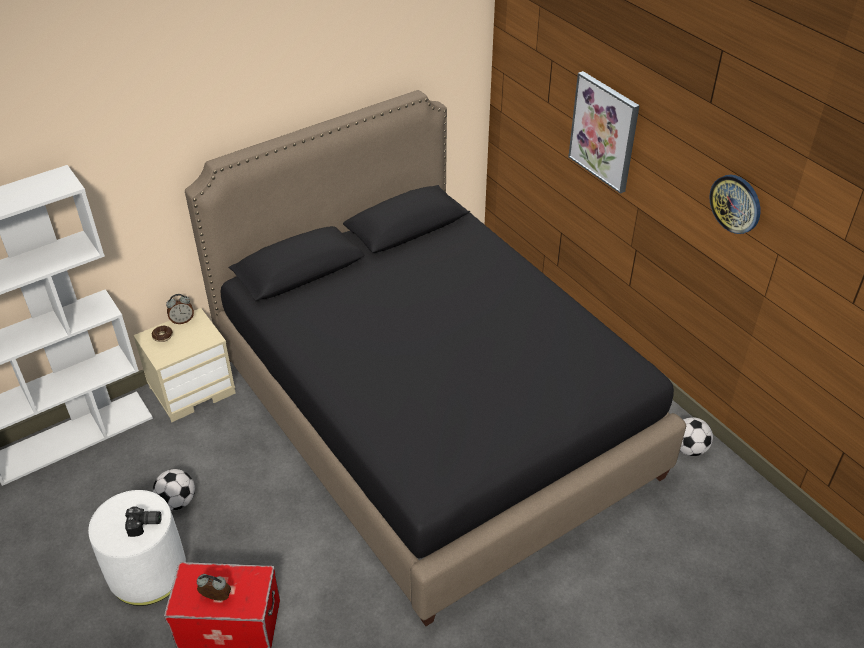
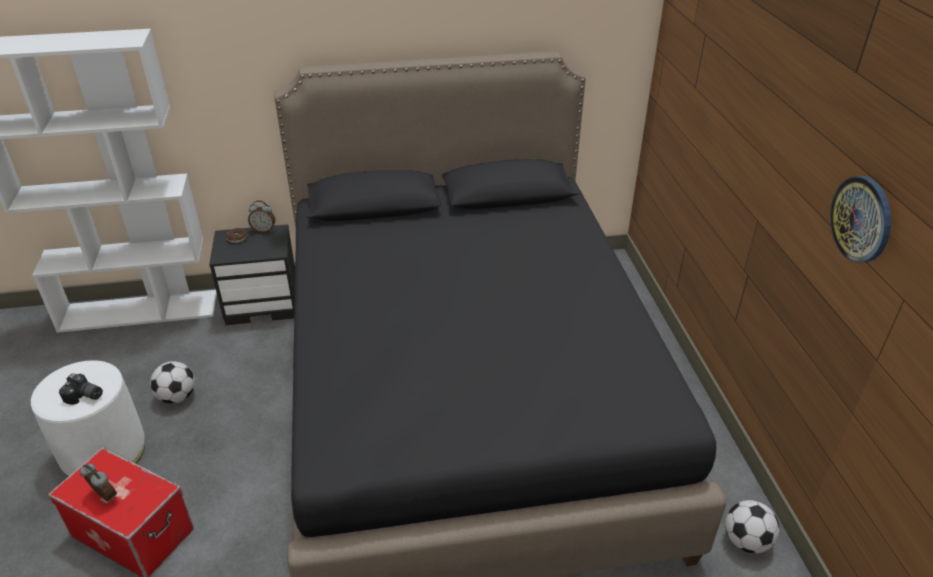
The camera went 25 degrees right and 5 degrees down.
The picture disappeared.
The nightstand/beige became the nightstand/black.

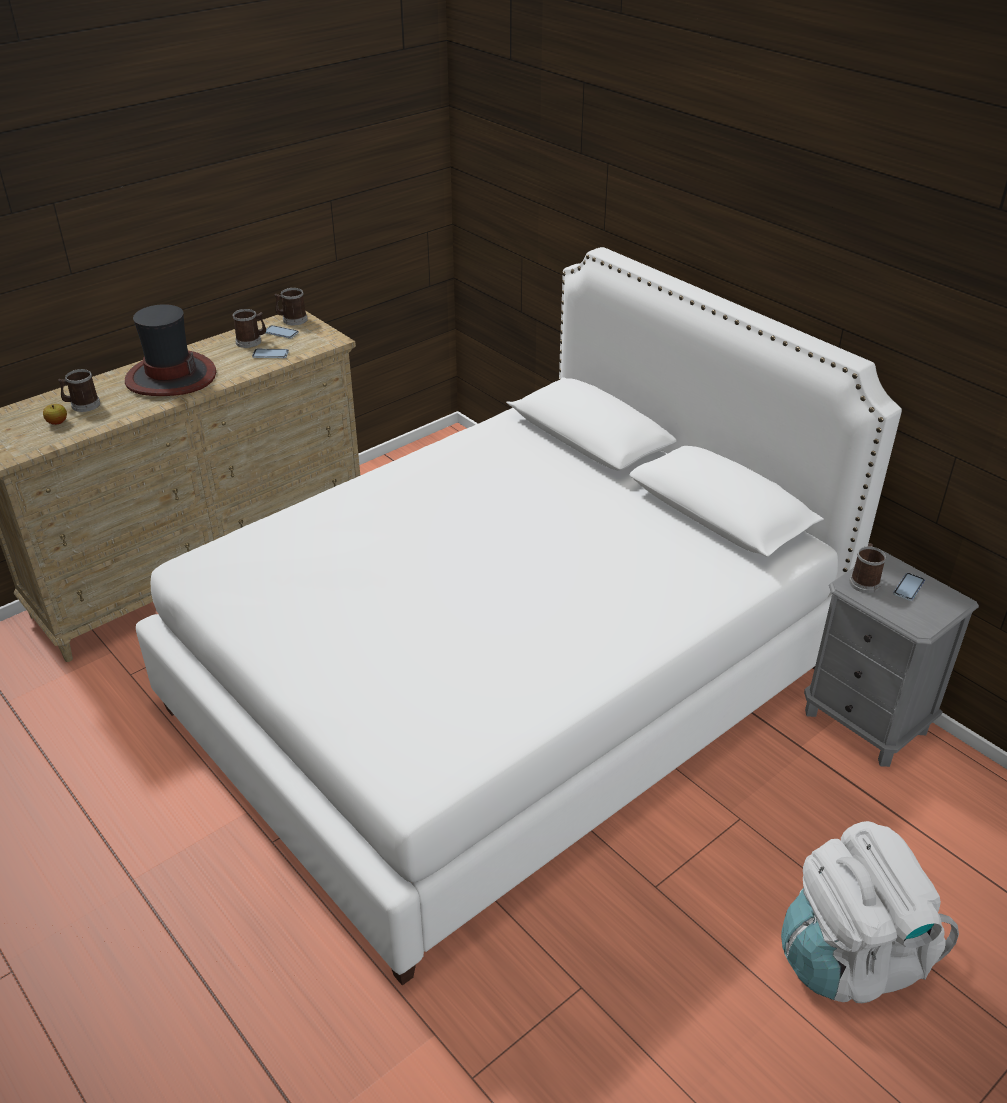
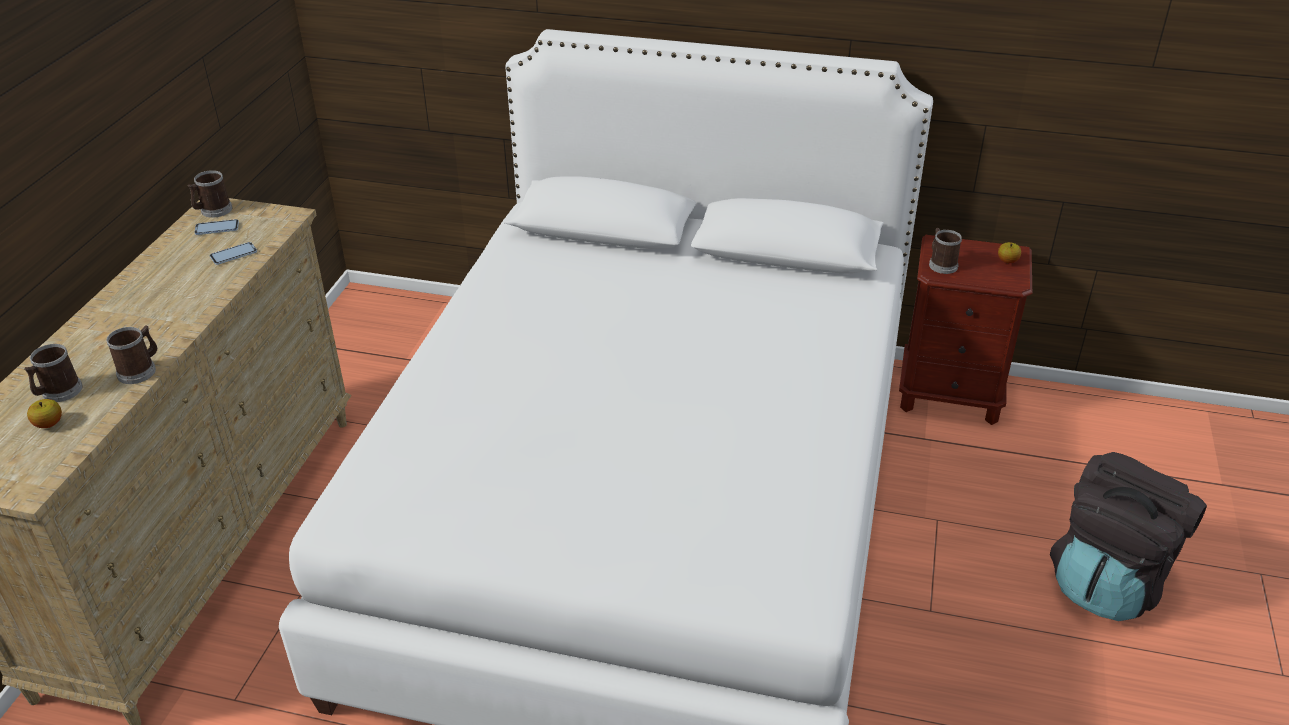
The camera went 35 degrees left and 0 degrees up.
The hat disappeared.
The phone (no. 3 from left) disappeared.
The apple (no. 2 from left) appeared.
The mug (no. 2 from left) moved.
The backpack/white became the backpack/black.
The nightstand/grey became the nightstand/brown.

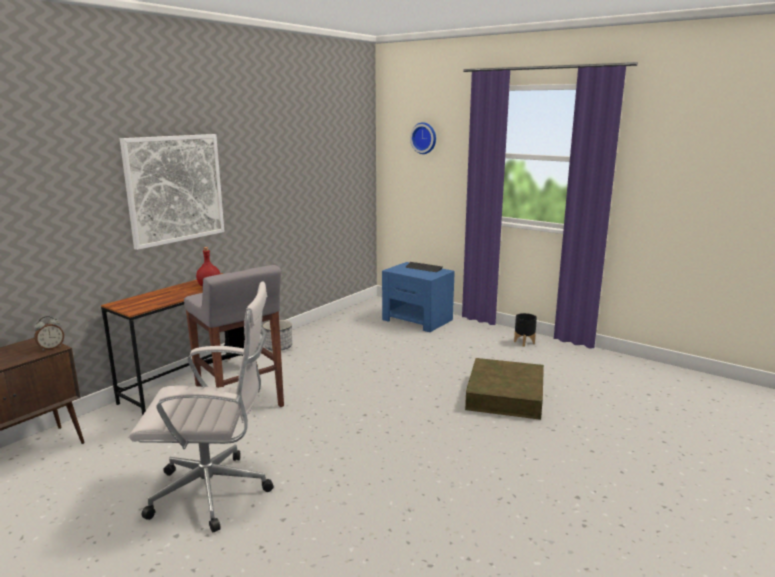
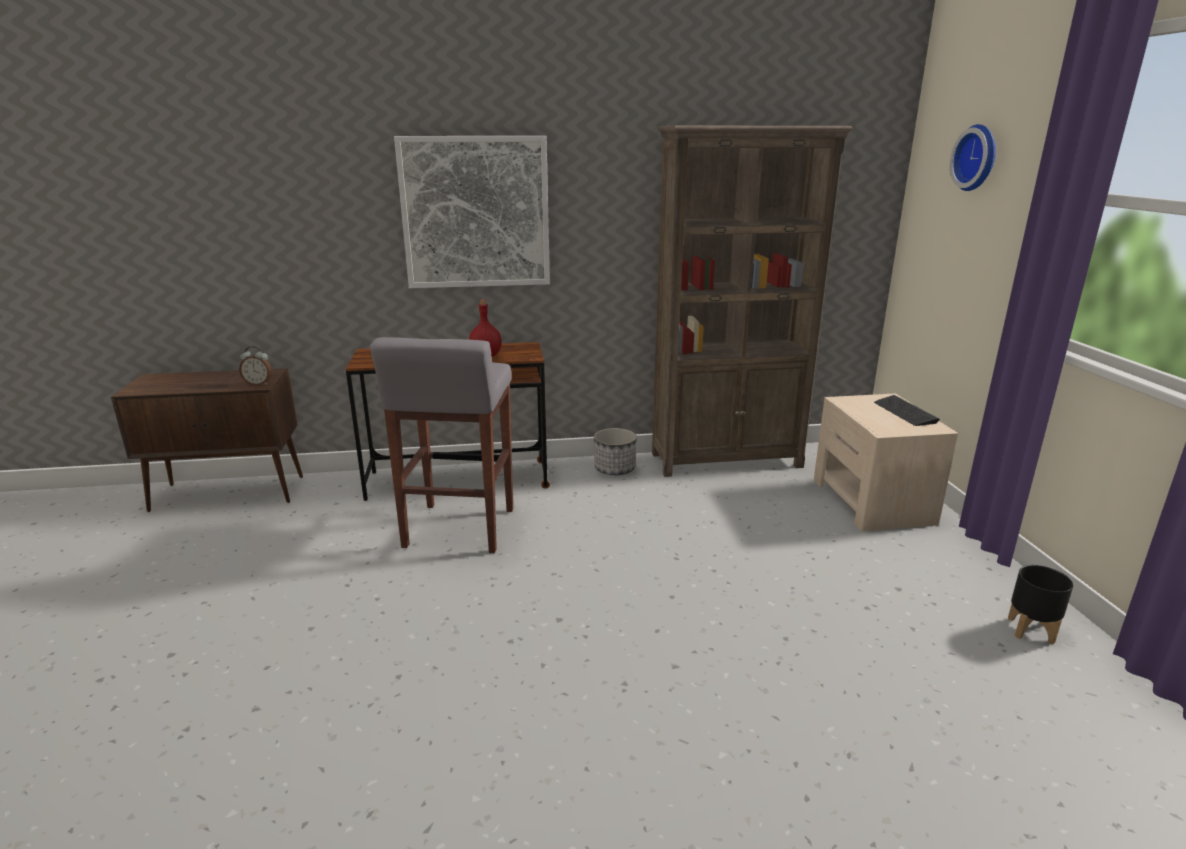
The camera went 45 degrees right and 5 degrees up.
The office chair/white disappeared.
The storage box/brown disappeared.
The bookcase/brown appeared.
The nightstand/blue became the nightstand/beige.

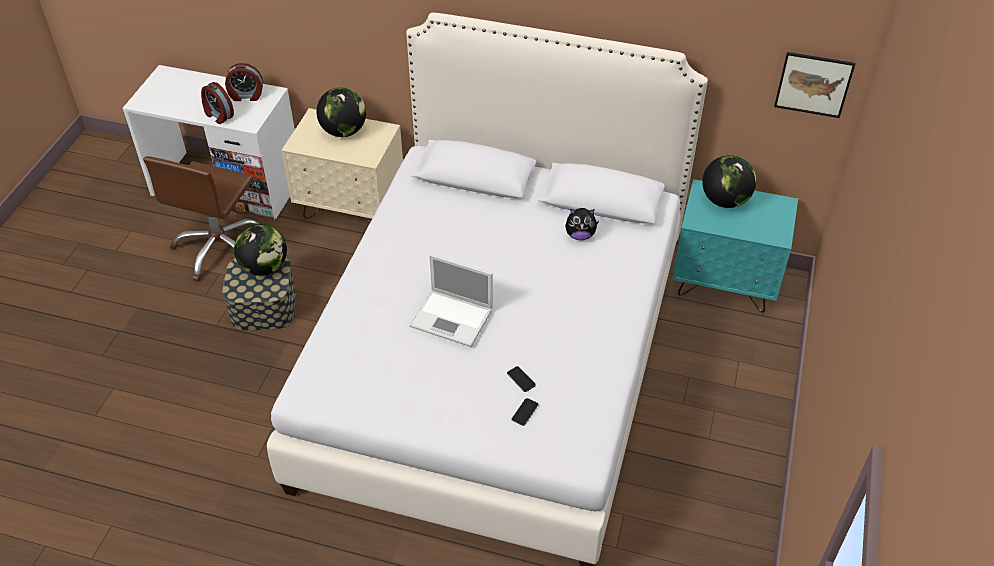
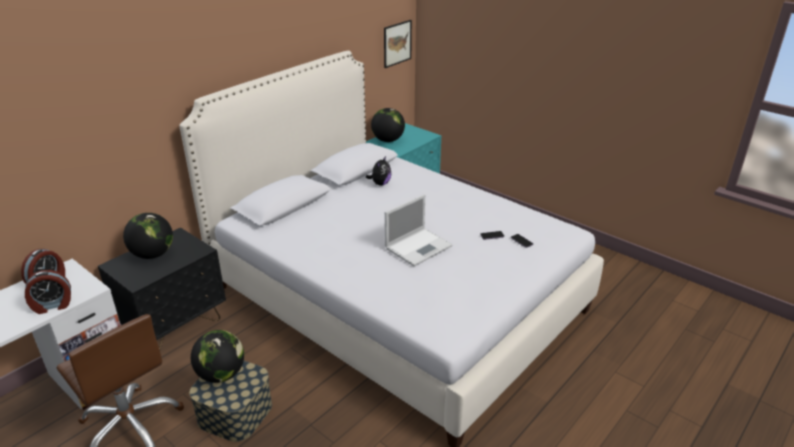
The camera went 65 degrees left and 15 degrees down.
The nightstand/beige became the nightstand/black.

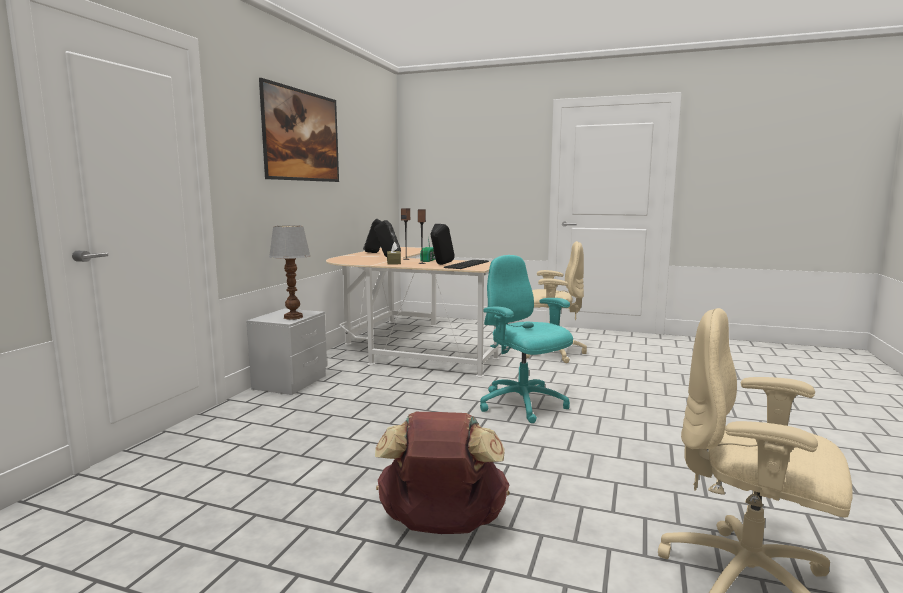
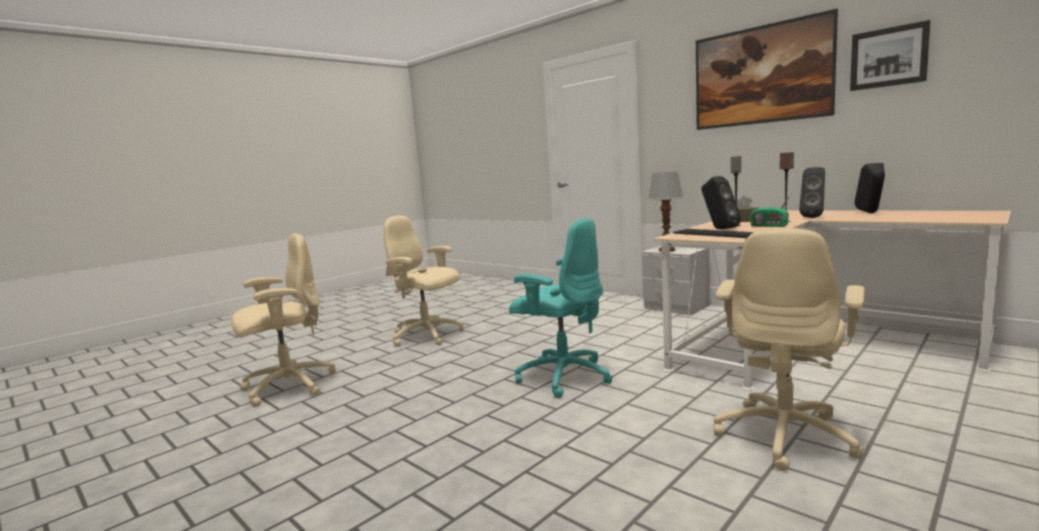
The camera went 115 degrees right and 0 degrees up.
The picture (no. 2 from left) appeared.
The backpack/brown was replaced by the office chair/beige (no. 2 from left).
The office chair/turquoise turned 45 degrees clockwise.

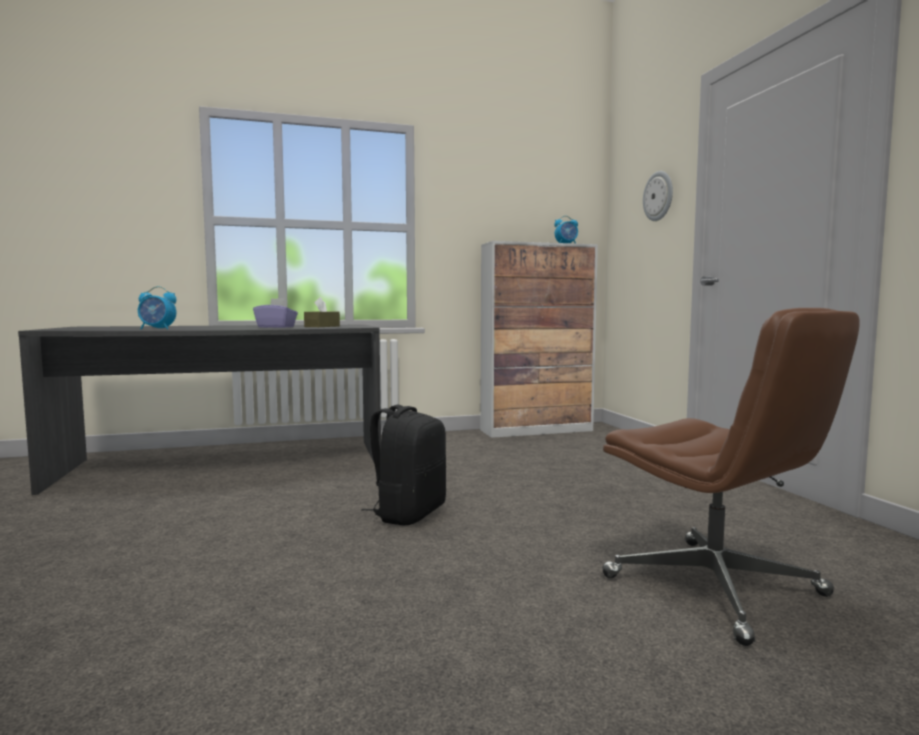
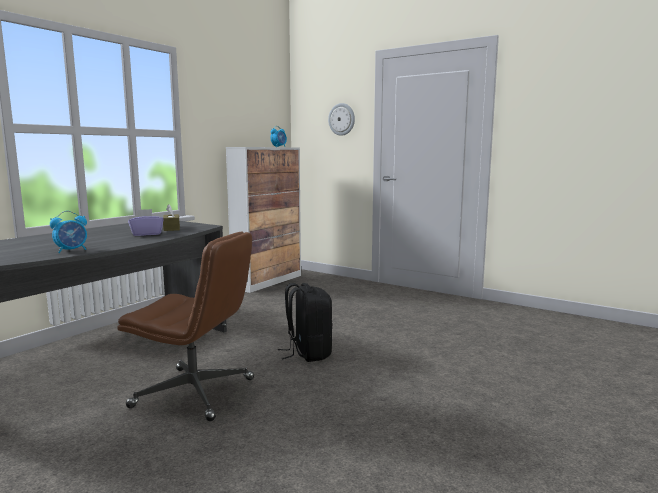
The camera went 40 degrees left and 5 degrees up.
The office chair/brown moved.

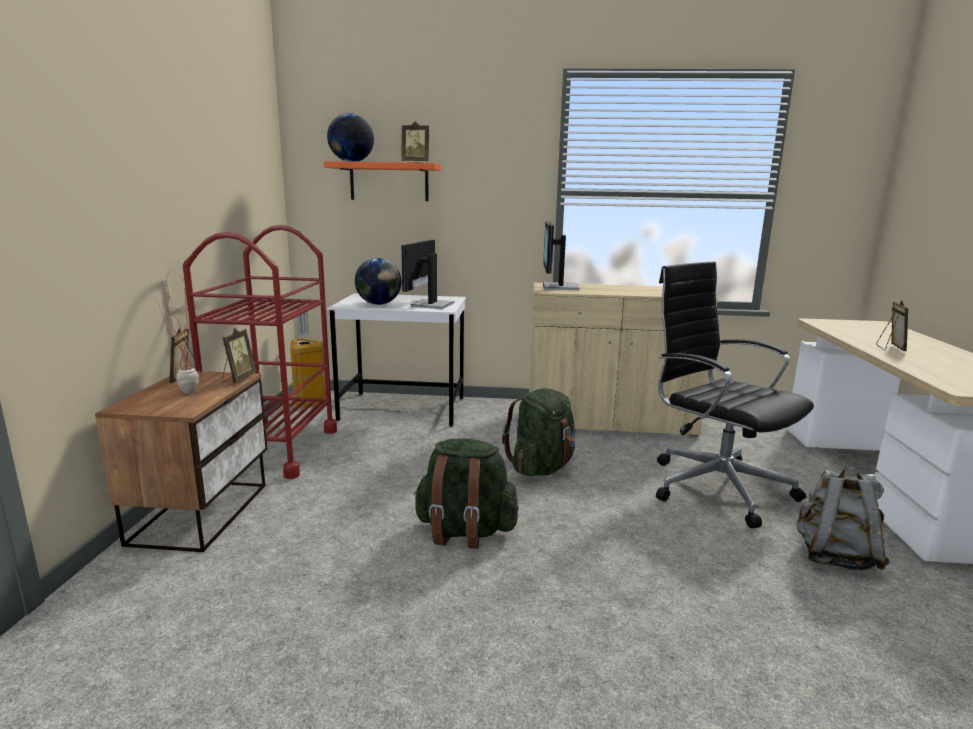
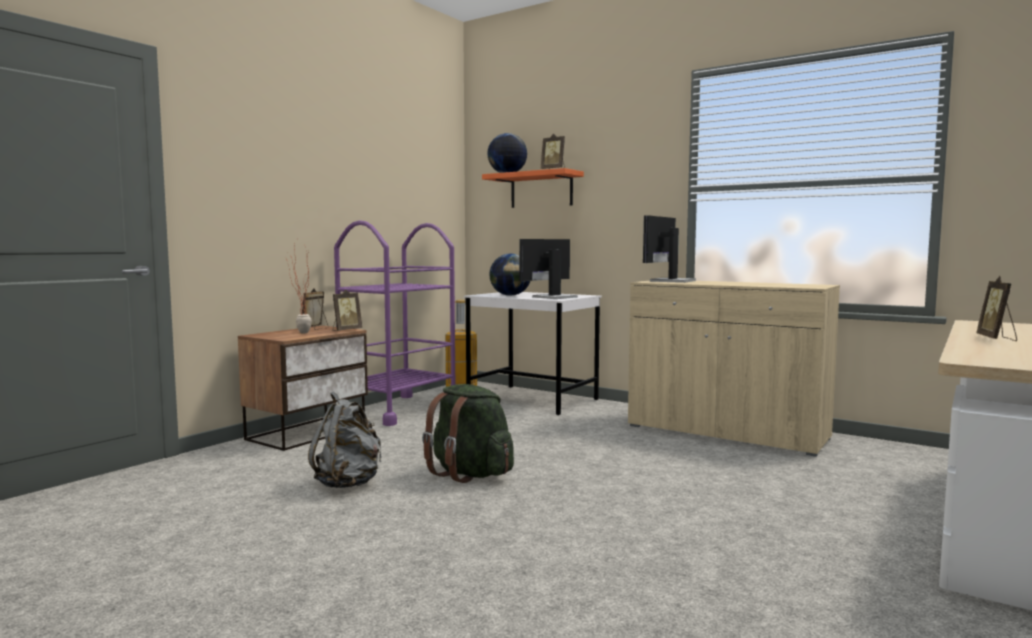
The camera went 30 degrees right and 10 degrees down.
The backpack/green (no. 2 from left) disappeared.
The office chair/black disappeared.
The backpack/grey moved.
The cart/red became the cart/purple.
The picture frame (no. 4 from left) turned 150 degrees clockwise.

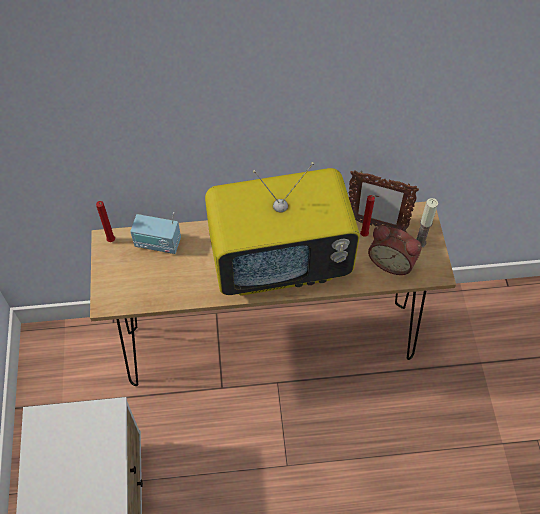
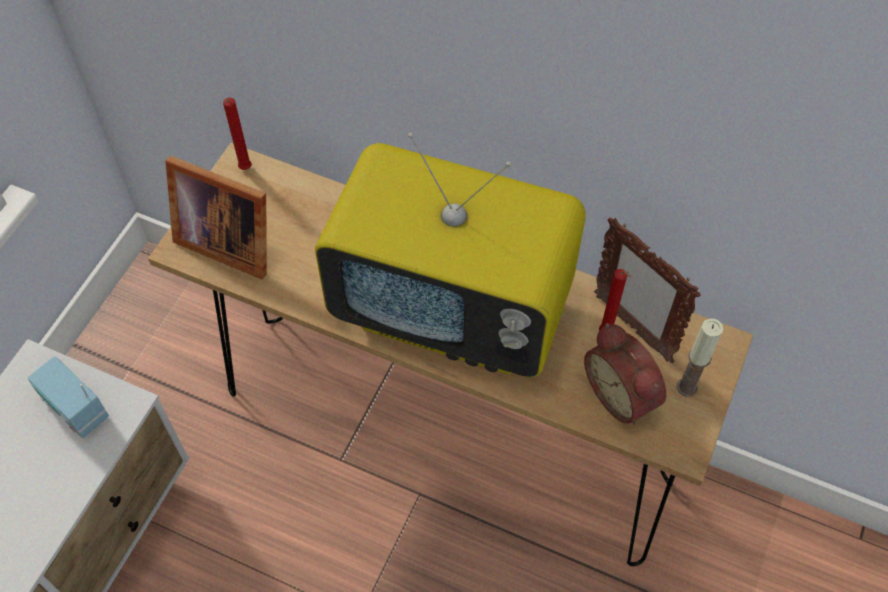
The camera went 30 degrees right and 0 degrees up.
The picture frame (no. 1 from left) appeared.
The radio moved.

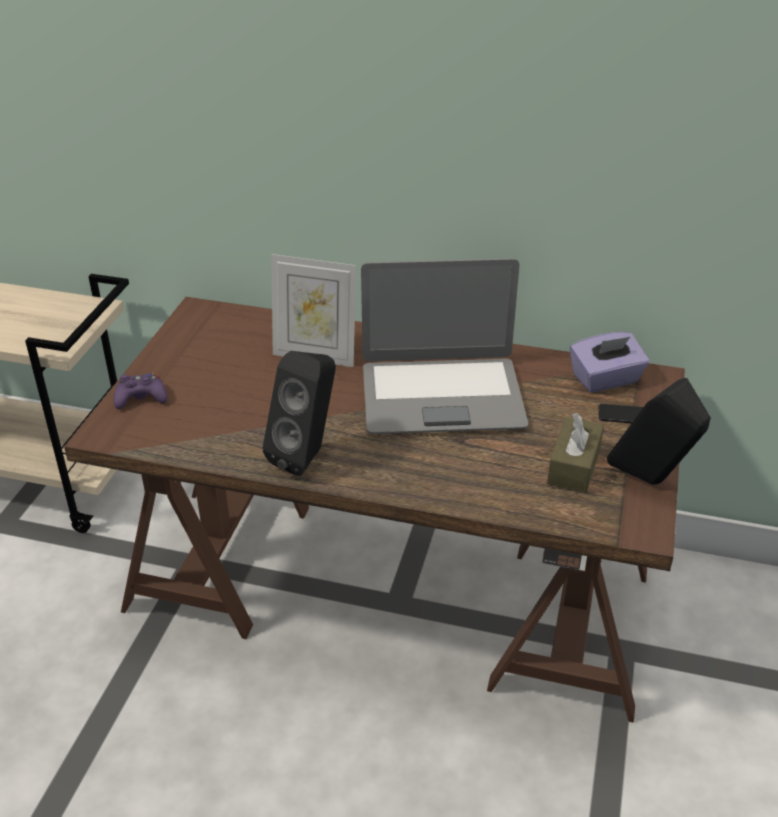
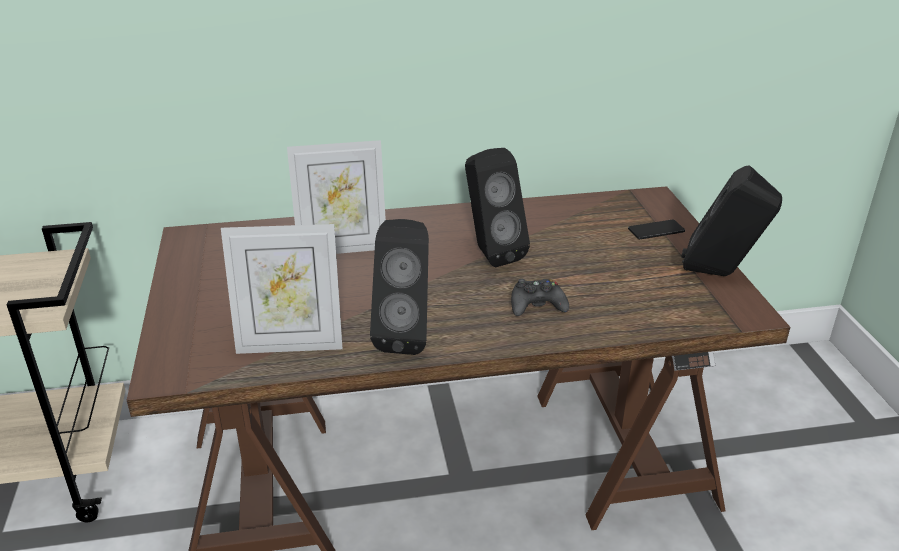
The camera went 25 degrees left and 5 degrees down.
The game controller/purple disappeared.
The tissue box/brown disappeared.
The tissue box/purple disappeared.
The picture frame (no. 1 from left) appeared.
The game controller/black appeared.
The laptop was replaced by the speaker/black (no. 2 from left).

